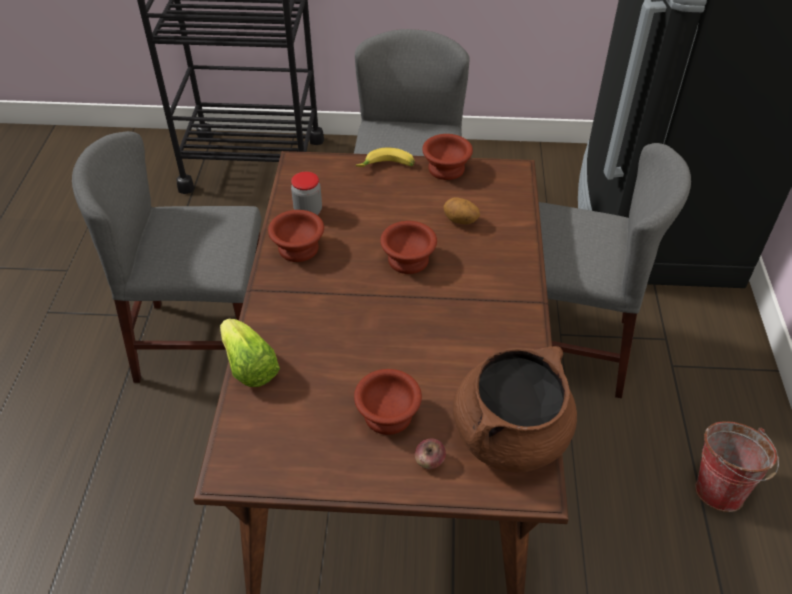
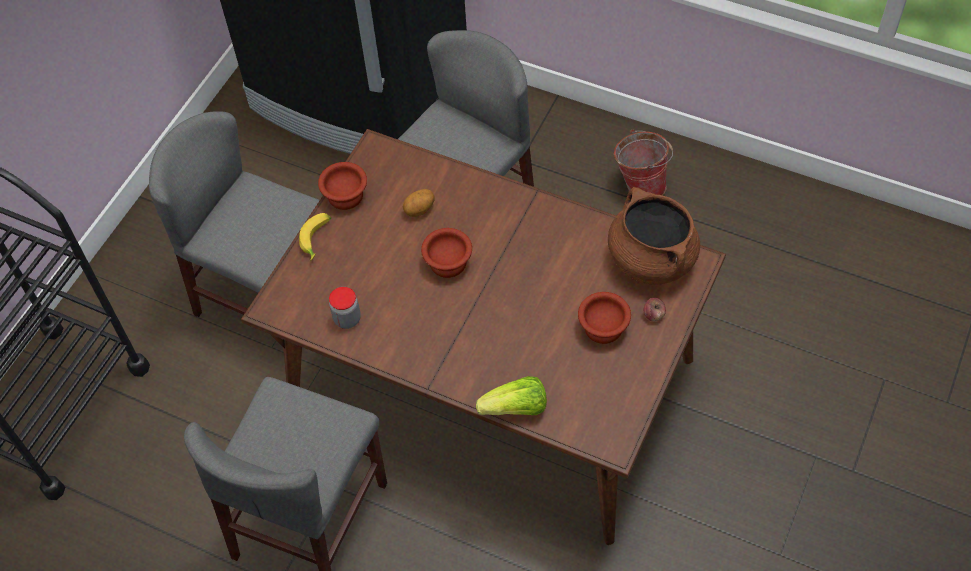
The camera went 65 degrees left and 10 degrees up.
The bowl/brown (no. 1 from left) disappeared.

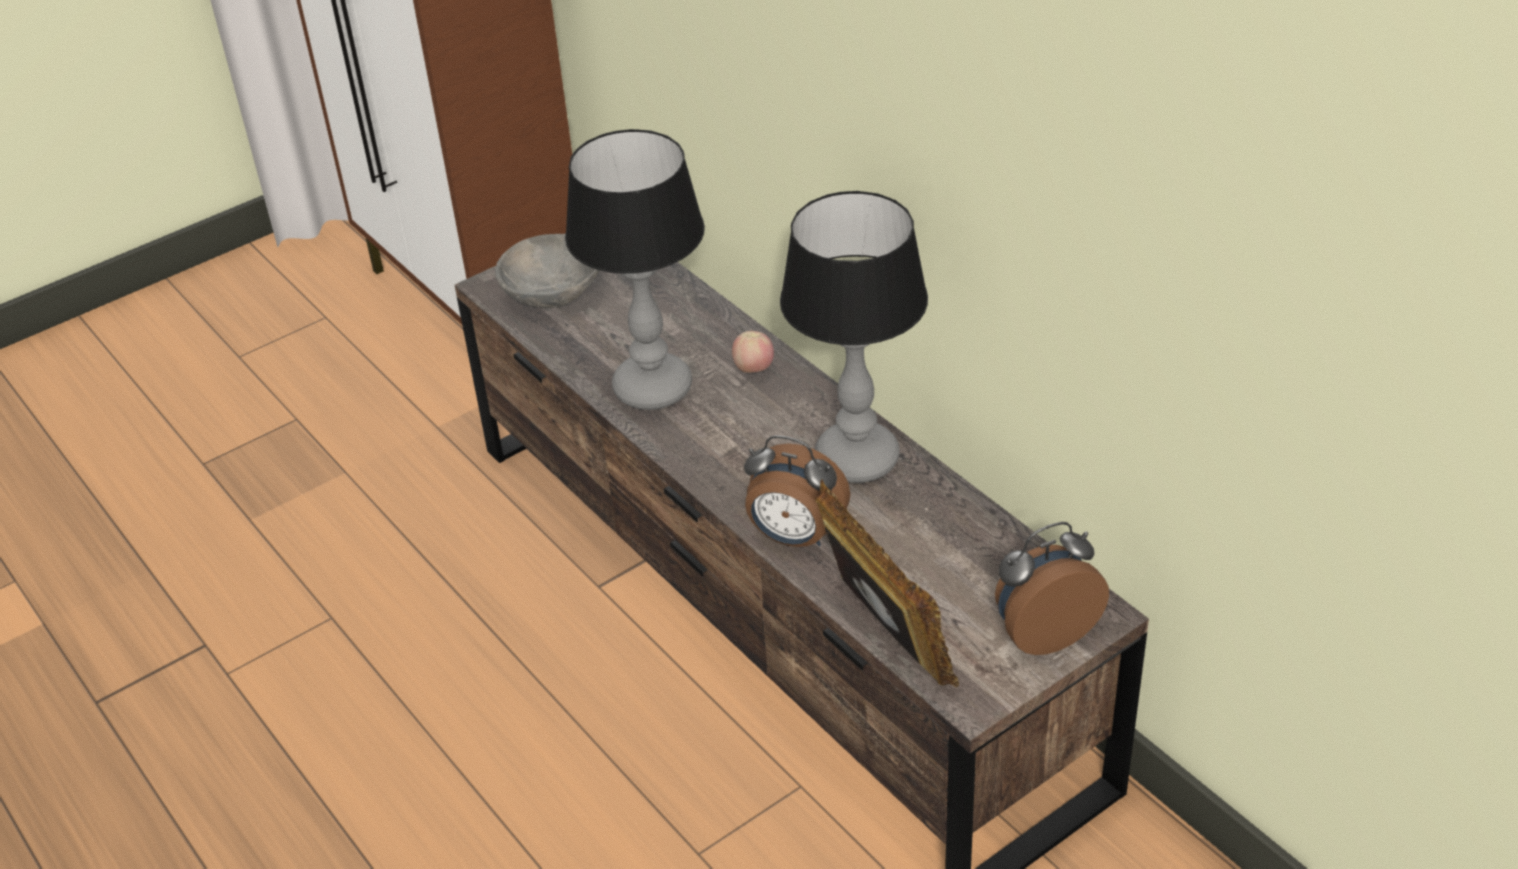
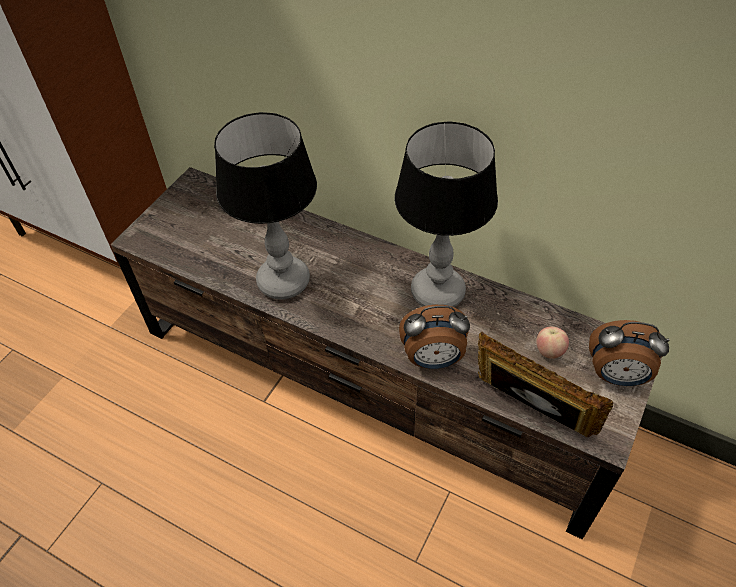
The camera went 25 degrees left and 10 degrees up.
The bowl/grey disappeared.
The apple moved.
The alarm clock (no. 2 from left) turned 120 degrees counterclockwise.

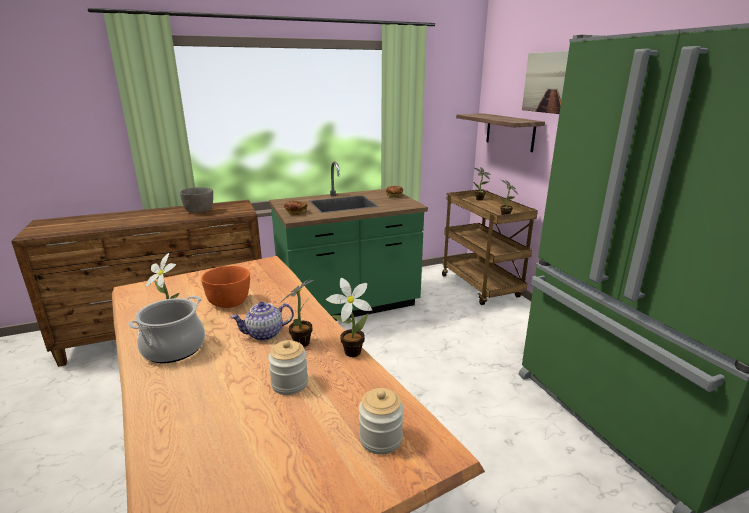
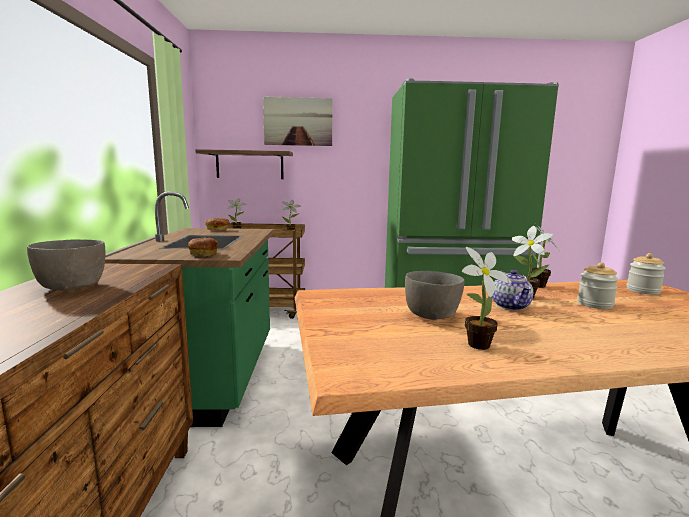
The camera went 70 degrees left and 10 degrees down.
The cooking pot disappeared.
The bowl/orange became the bowl/grey (no. 2 from left).

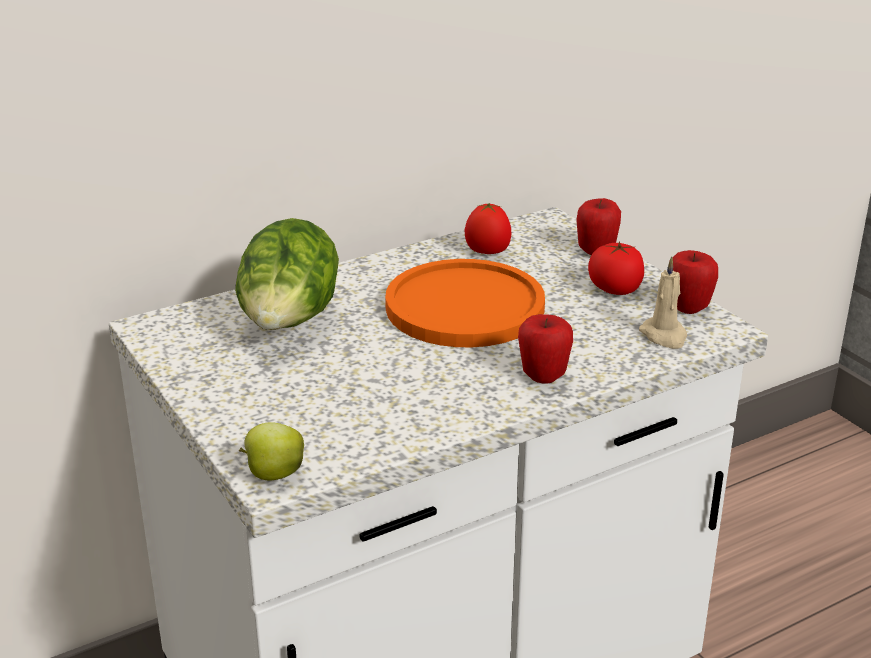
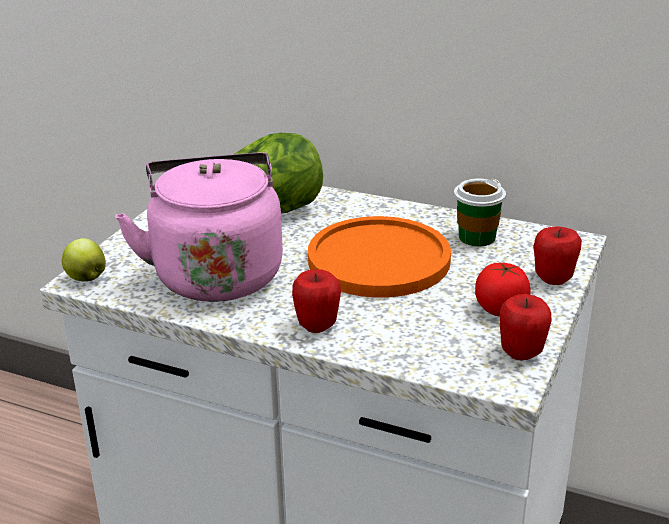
The camera went 55 degrees right and 0 degrees up.
The candle/beige disappeared.
The kettle/pink appeared.
The tomato (no. 1 from left) was replaced by the cup.

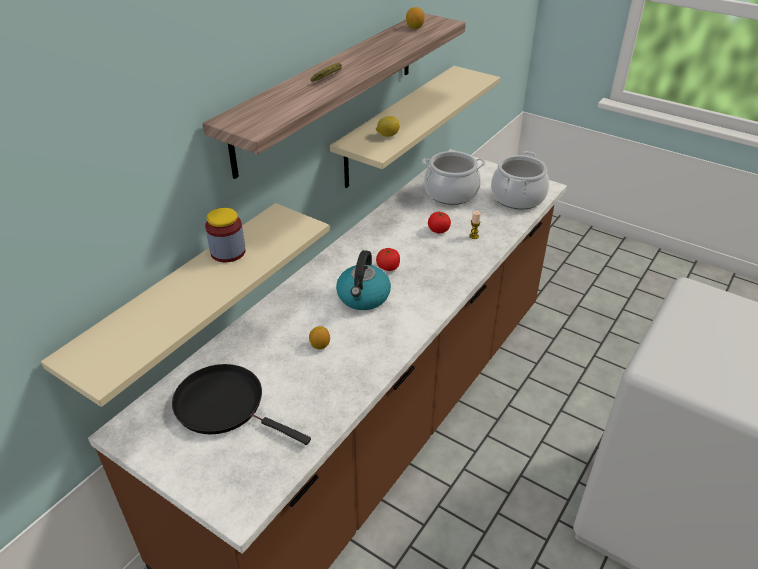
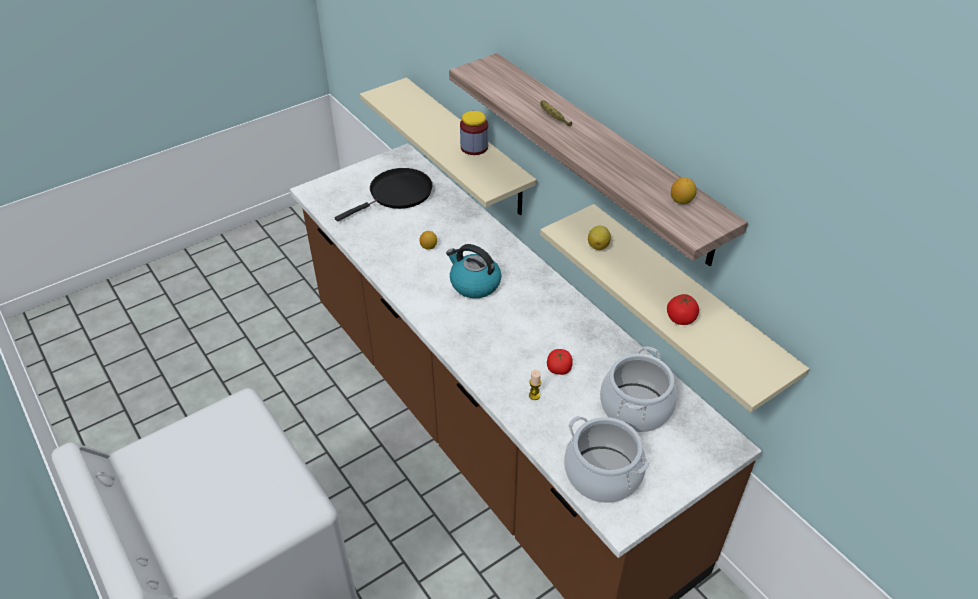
The camera went 110 degrees right and 5 degrees up.
The tomato (no. 1 from left in the first image) moved.

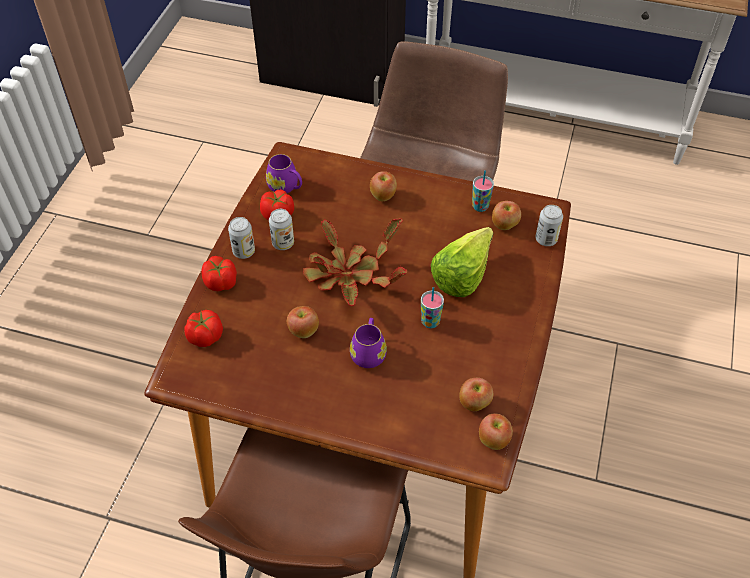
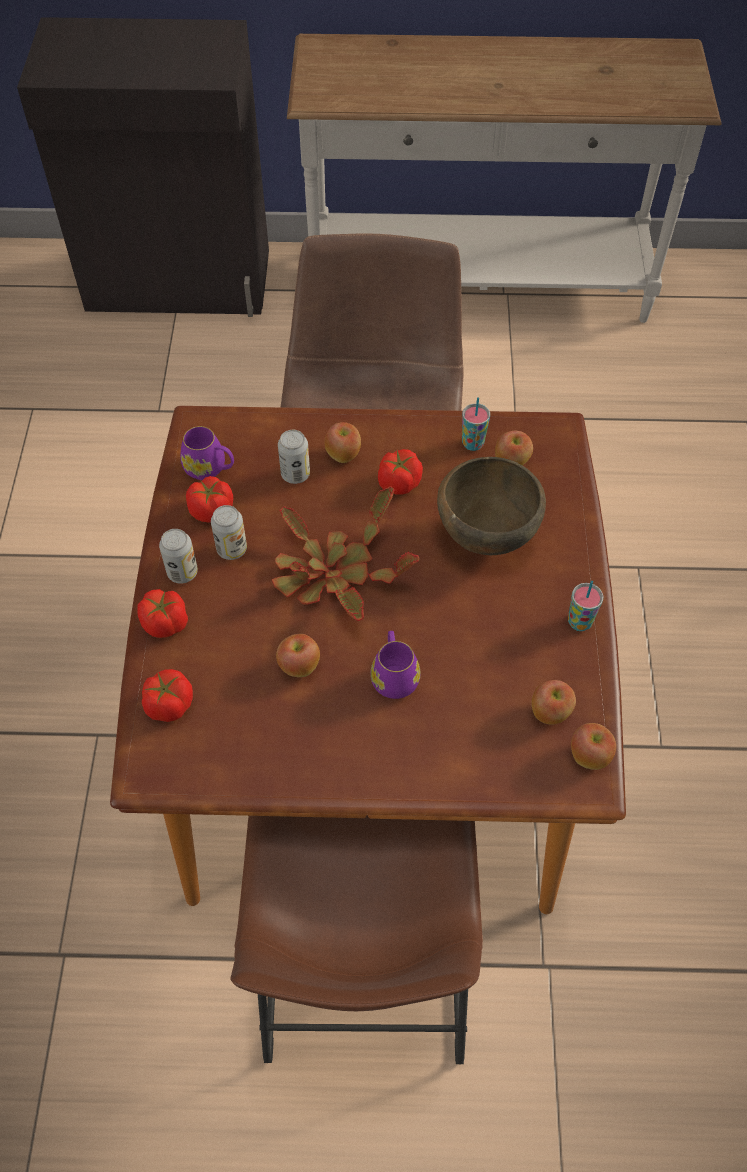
The camera went 15 degrees left and 5 degrees up.
The tomato (no. 4 from left) appeared.
The cup (no. 1 from left in the first image) moved.
The can (no. 3 from left) moved.
The lettuce was replaced by the bowl/brown.

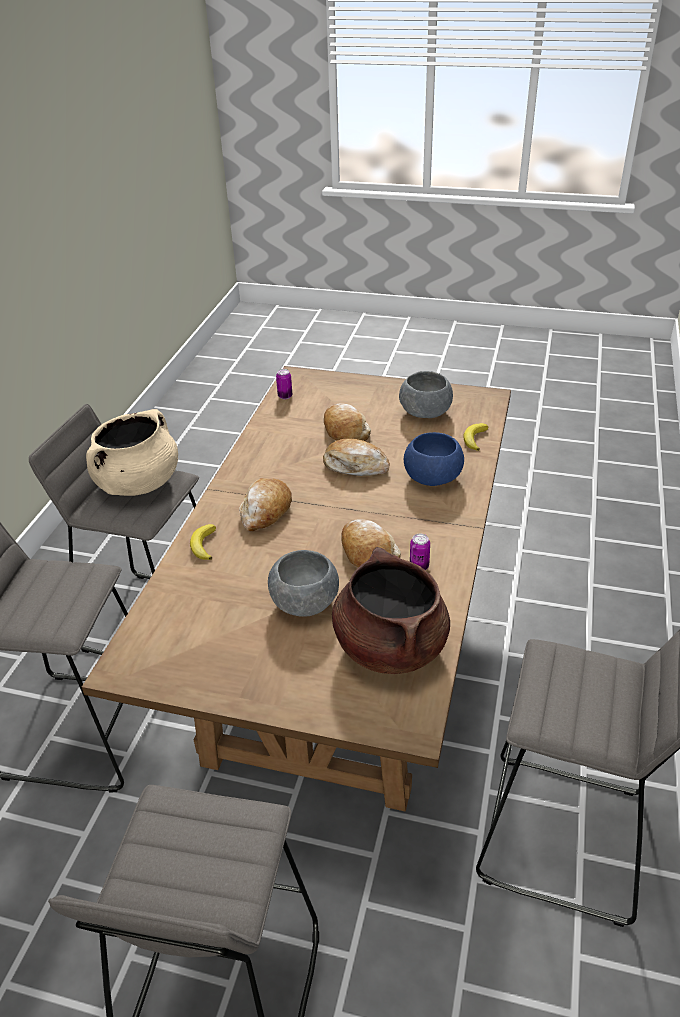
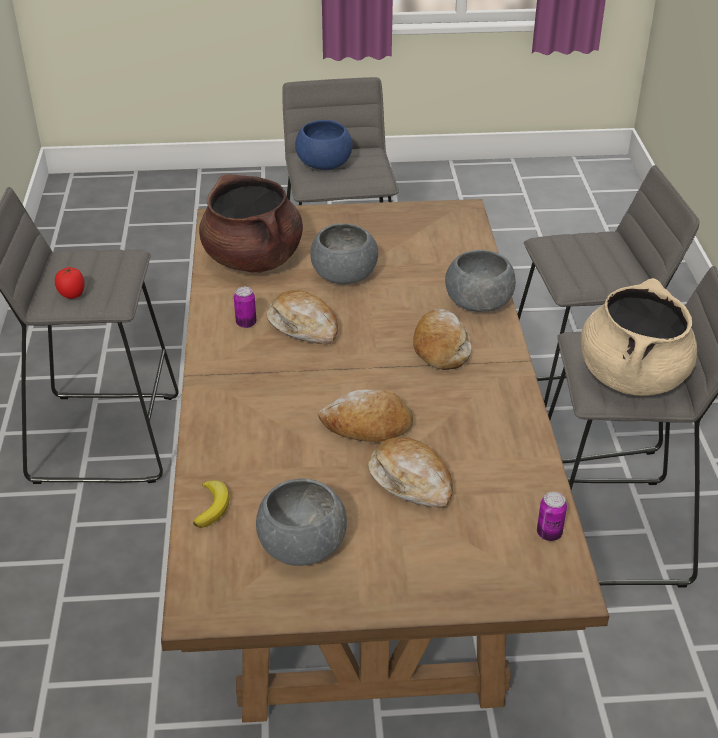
The camera went 160 degrees right and 0 degrees up.
The tomato appeared.
The bowl/blue moved.
The banana (no. 1 from left) was replaced by the bowl/grey (no. 3 from left).

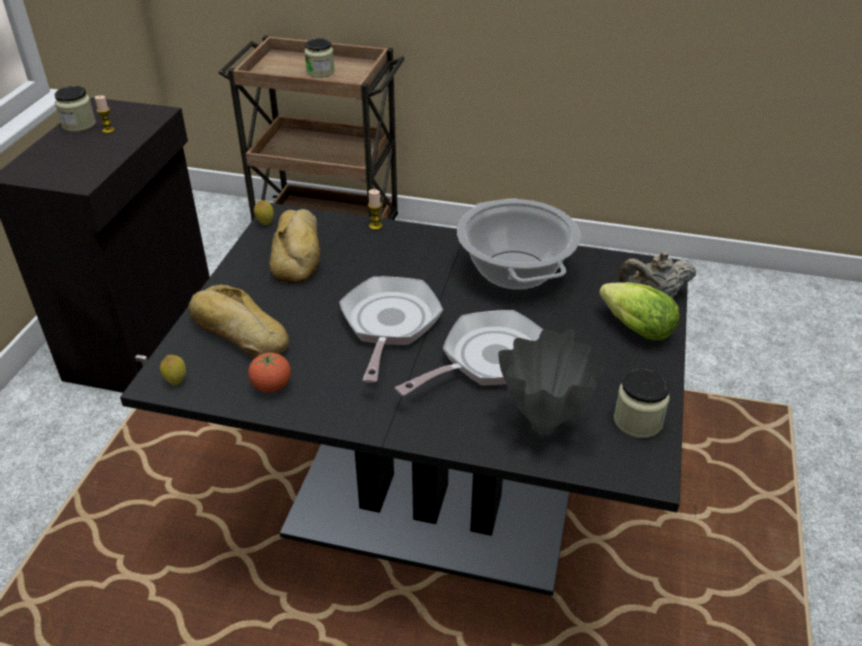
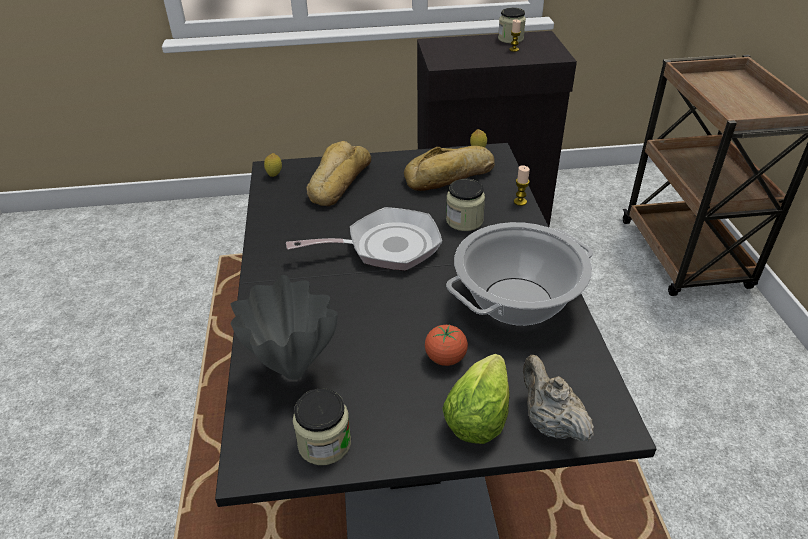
The camera went 70 degrees right and 0 degrees up.
The frying pan (no. 2 from left) disappeared.
The tomato moved.
The jar (no. 2 from left) moved.

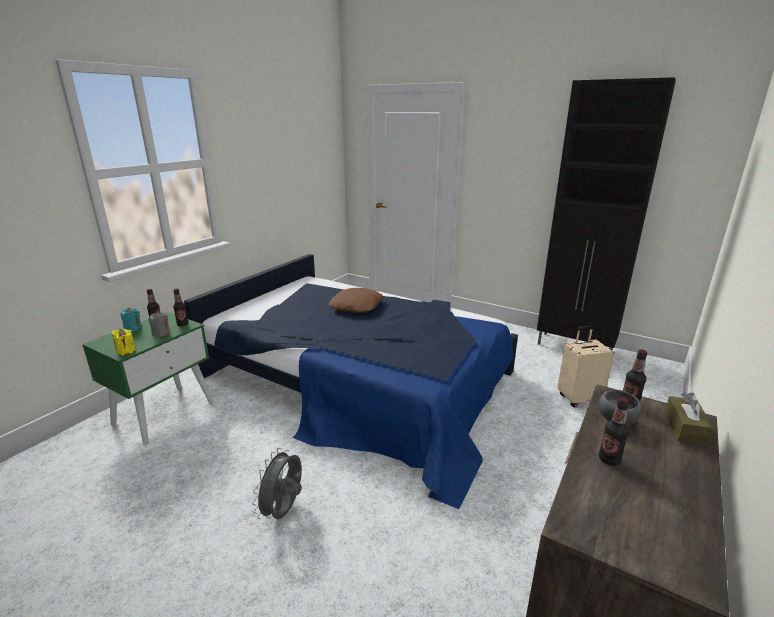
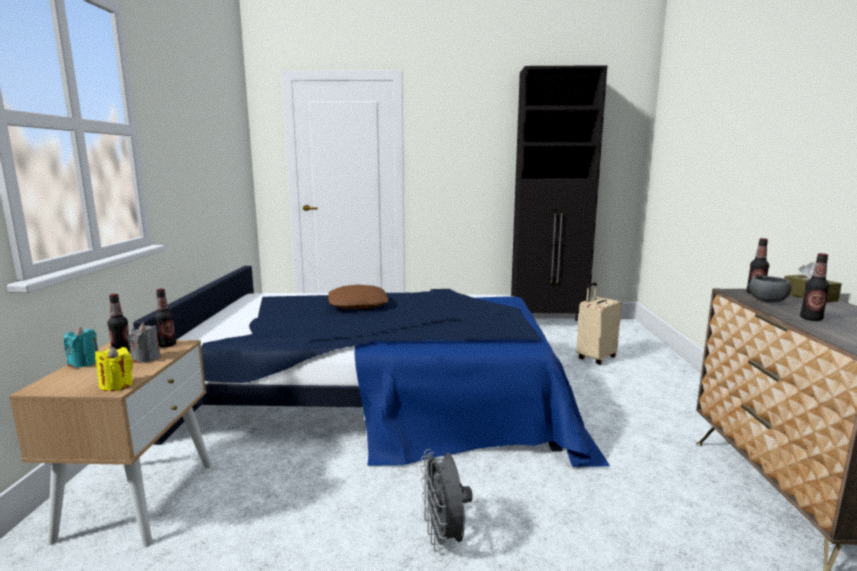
The camera went 30 degrees left and 10 degrees down.
The nightstand/green became the nightstand/beige.

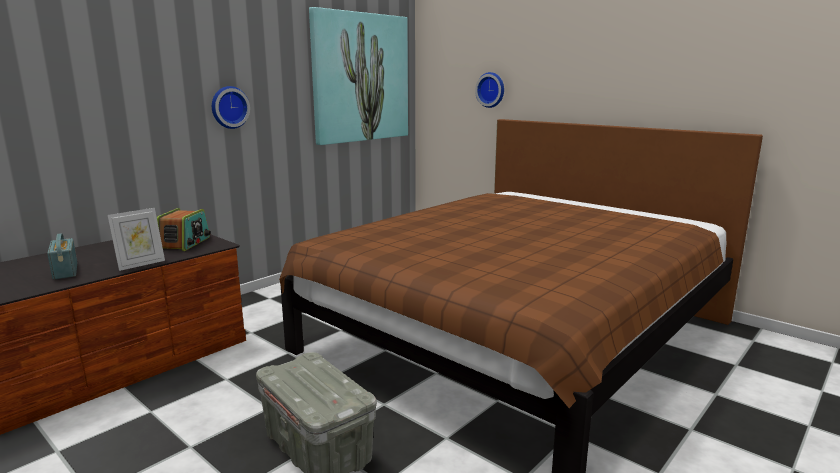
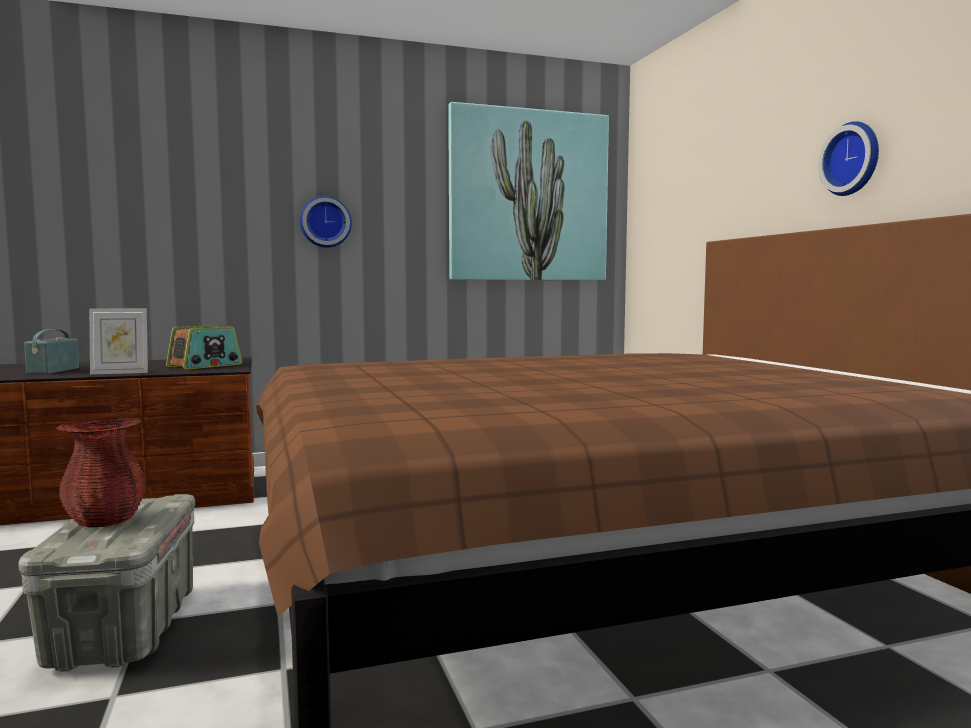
The camera went 30 degrees right and 10 degrees down.
The vase/red appeared.
The wall clock (no. 2 from left) moved.

